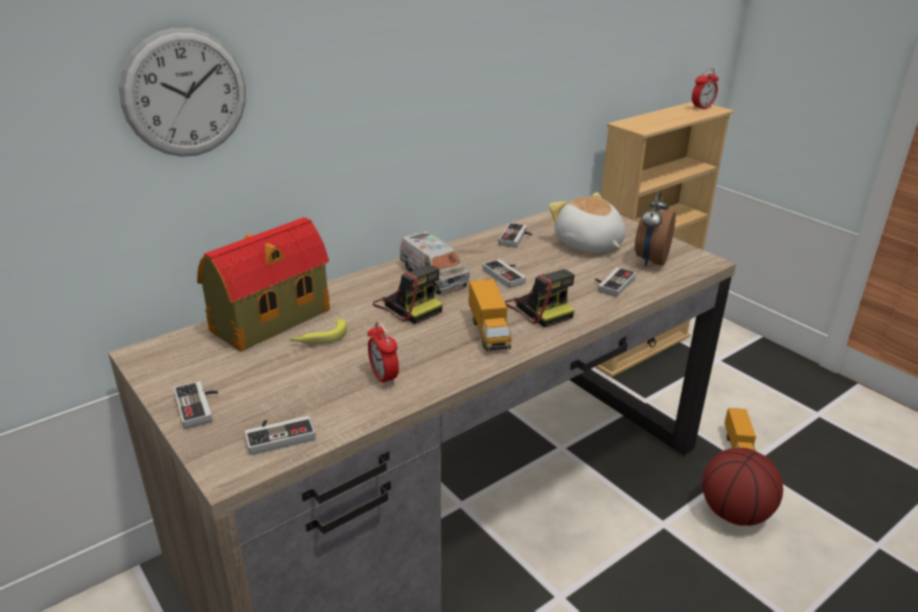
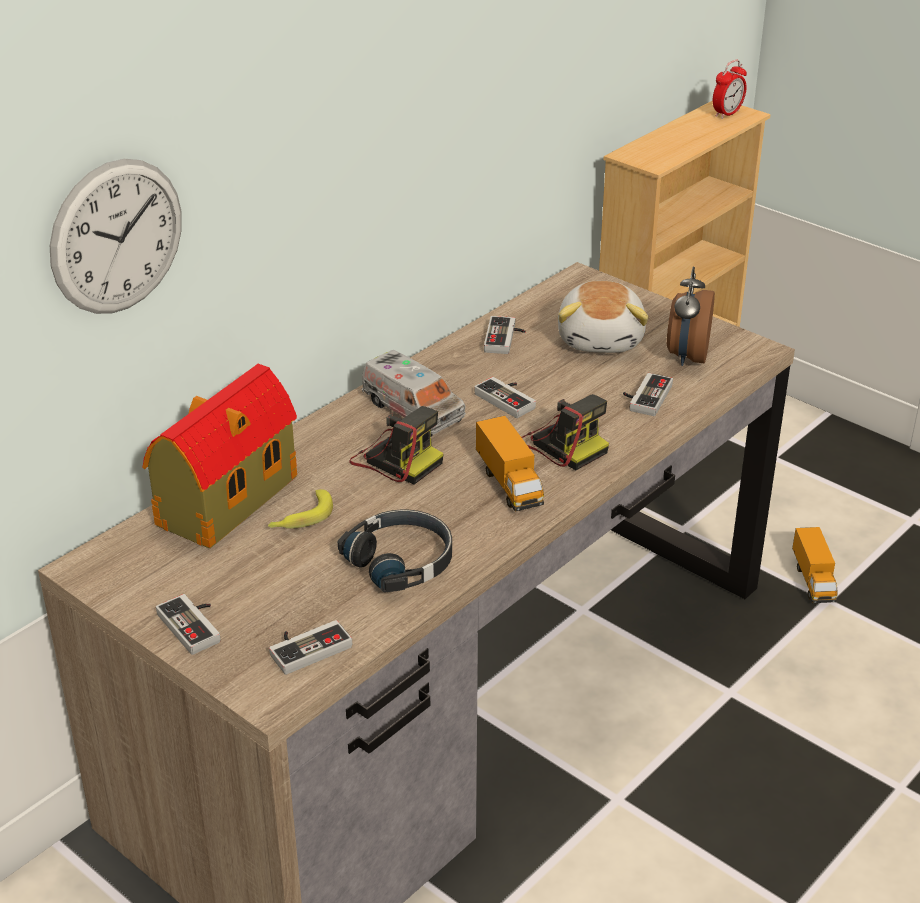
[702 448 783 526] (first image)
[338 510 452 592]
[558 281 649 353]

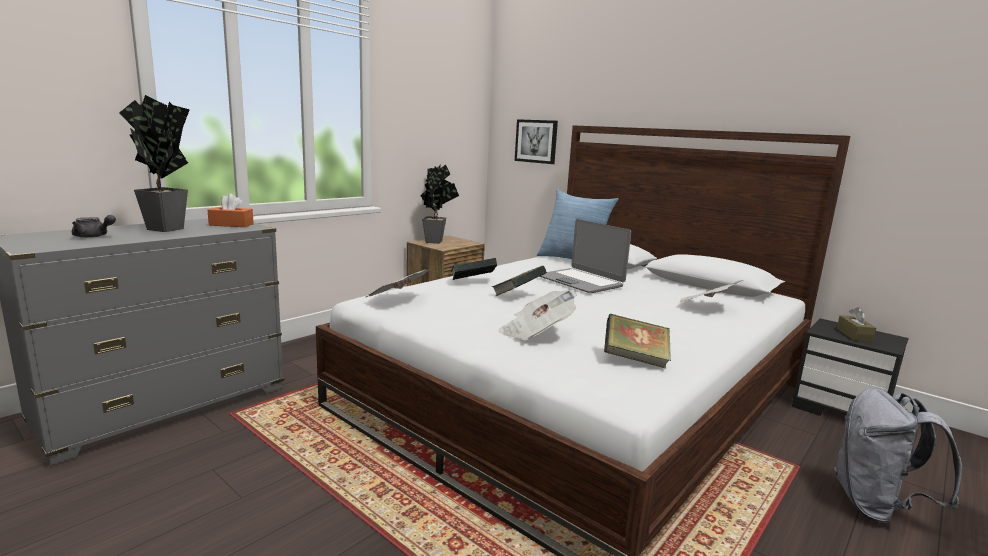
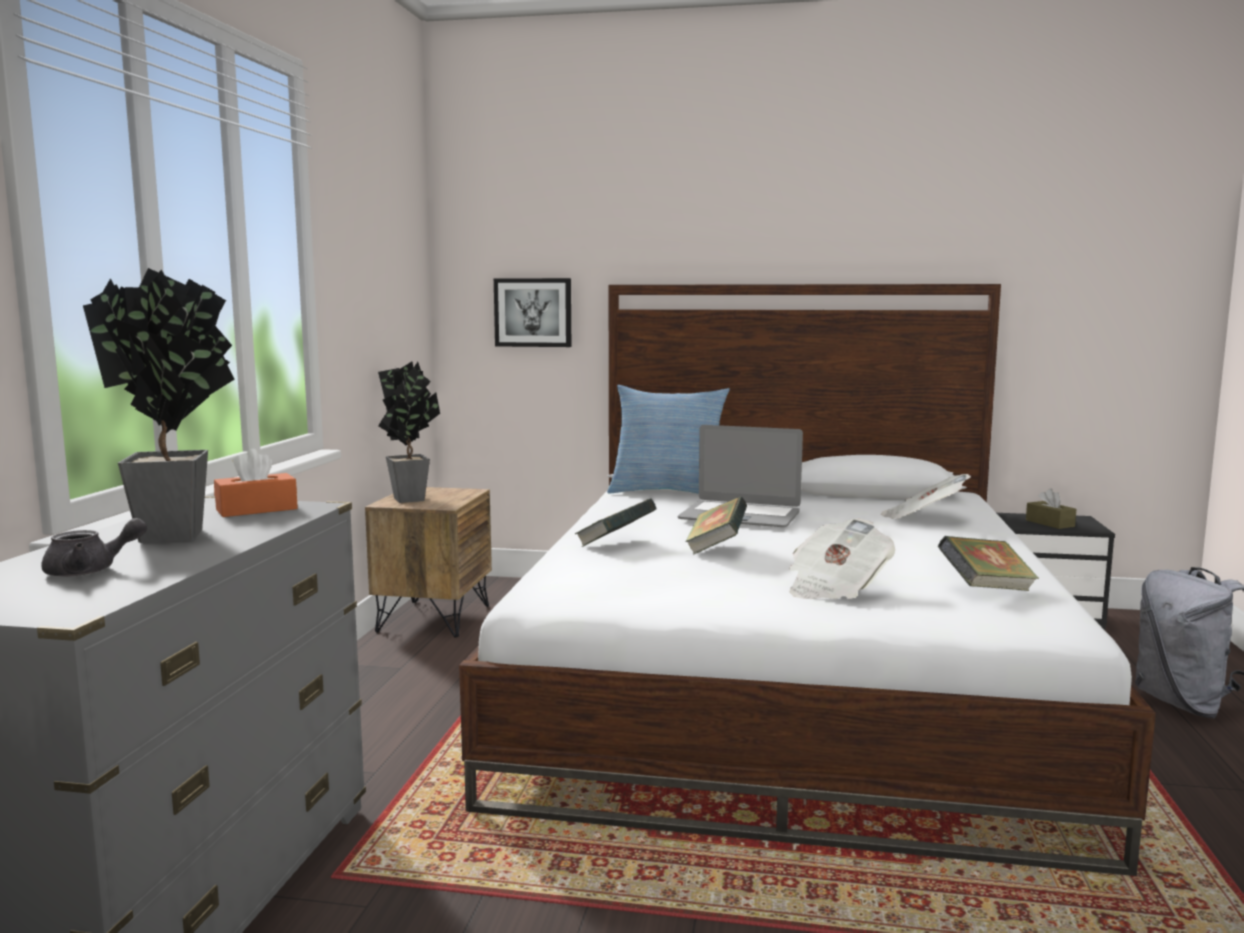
[366 269 430 297] (first image)

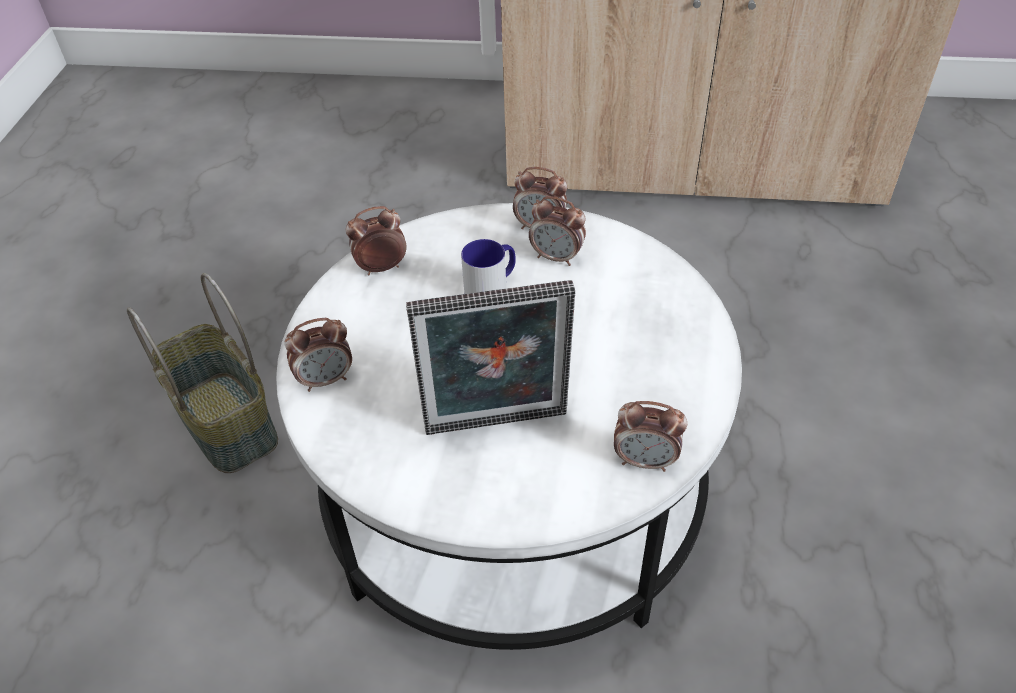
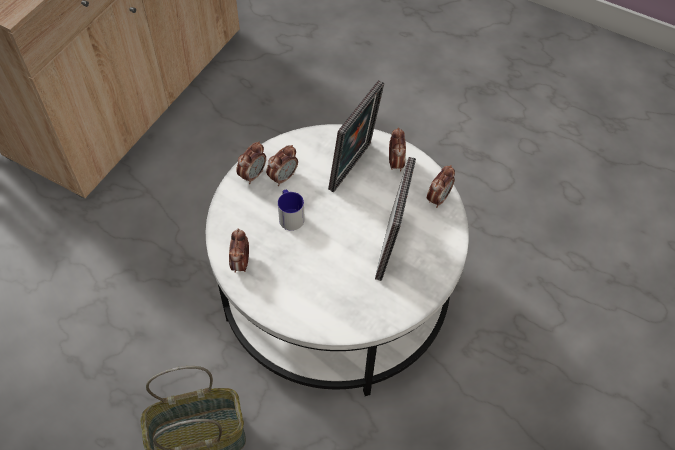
[328 80 384 192]
[389 127 406 172]

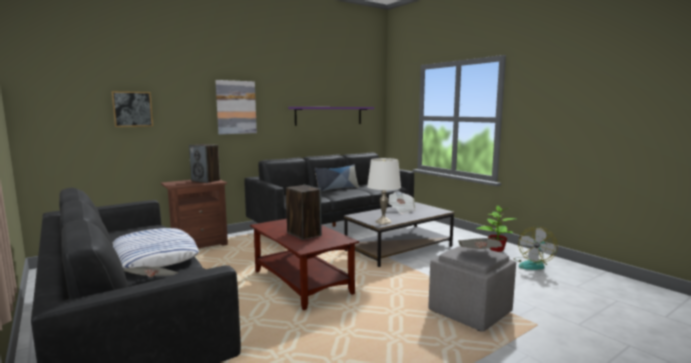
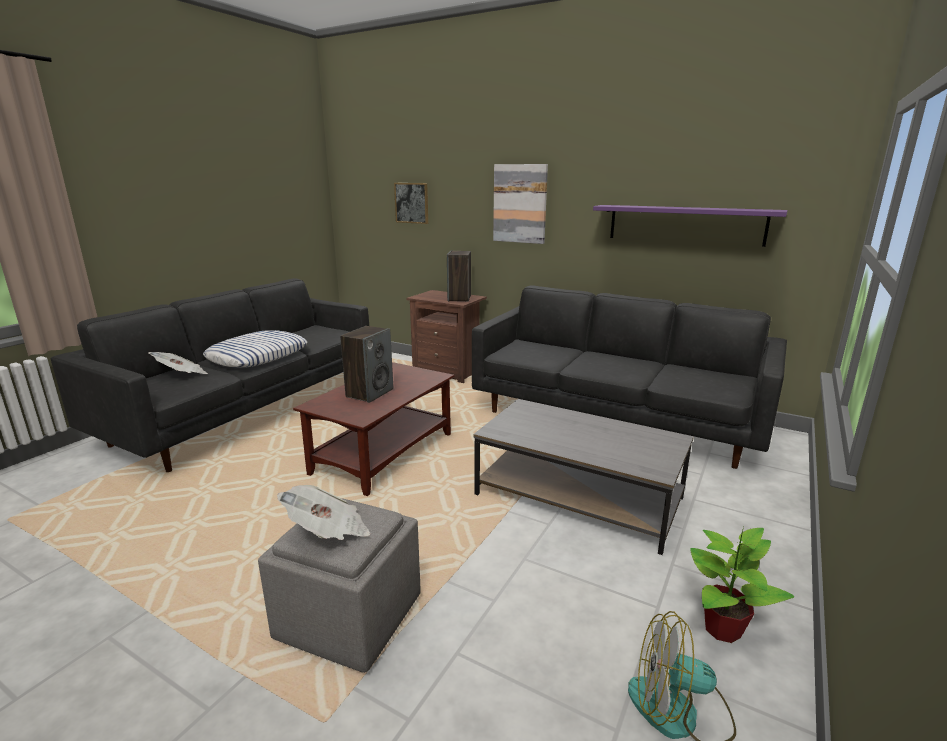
[315 164 359 191] (first image)
[367 158 401 224] (first image)
[388 191 416 214] (first image)

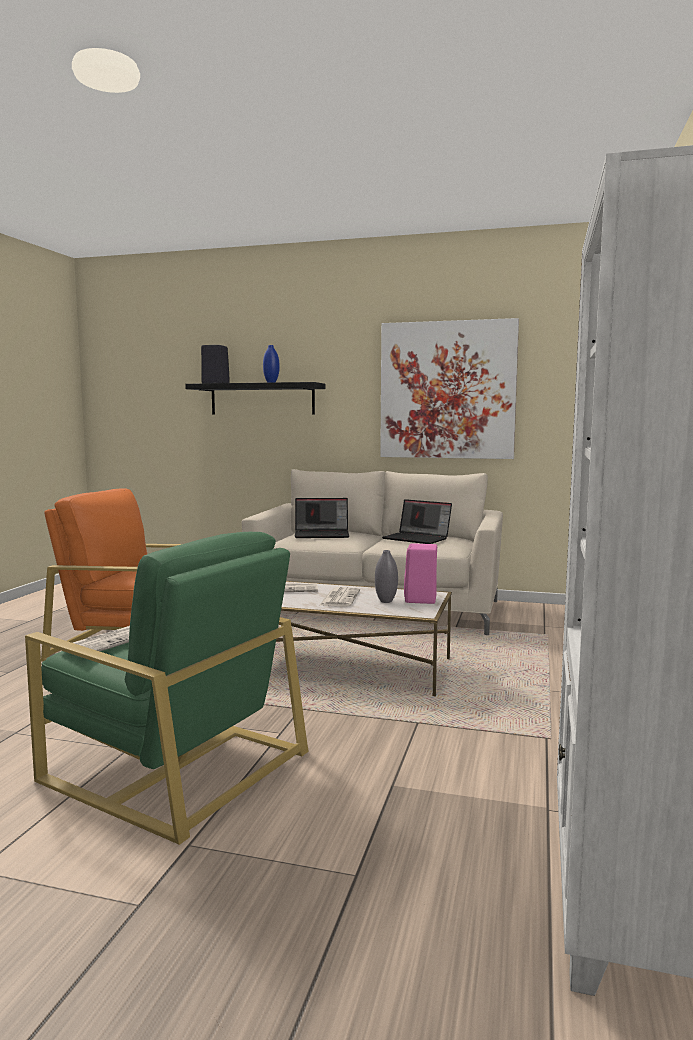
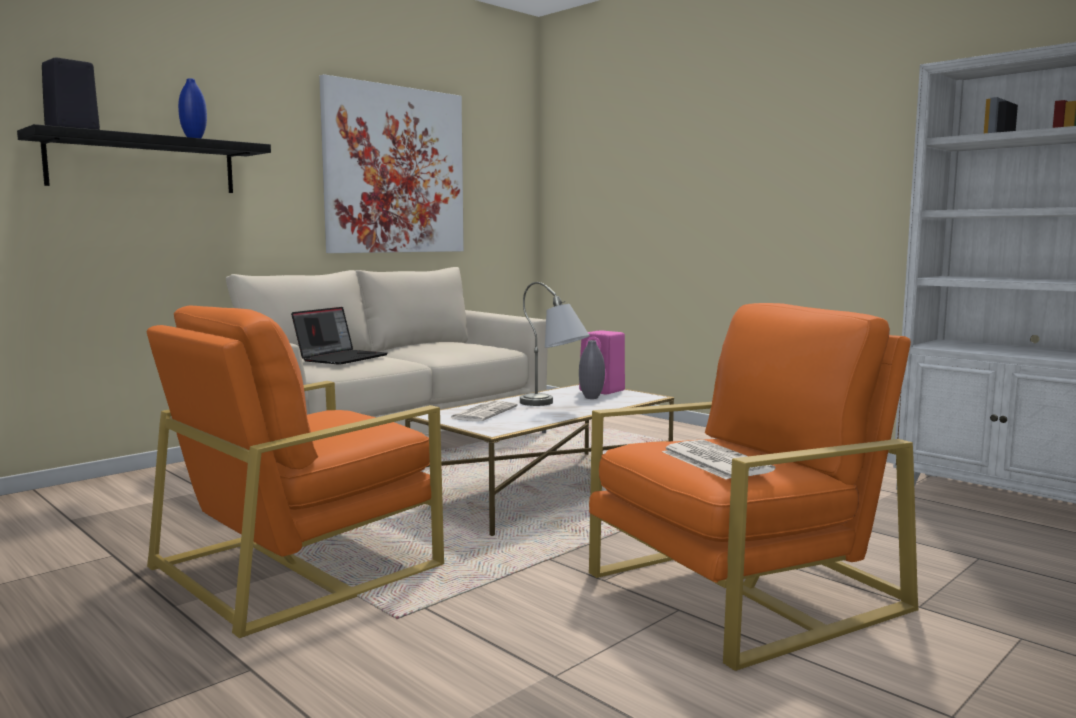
[382 499 452 544] (first image)
[520 282 590 406]
[589 303 918 671]

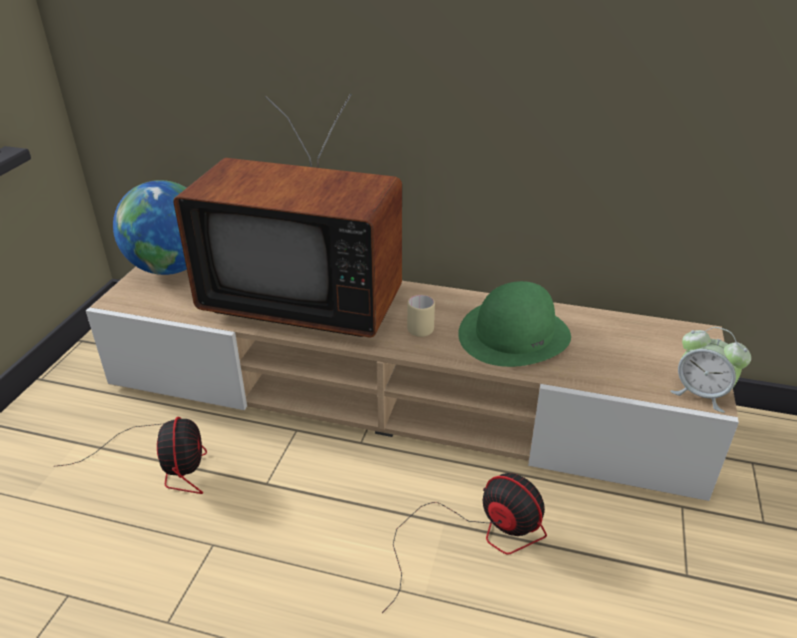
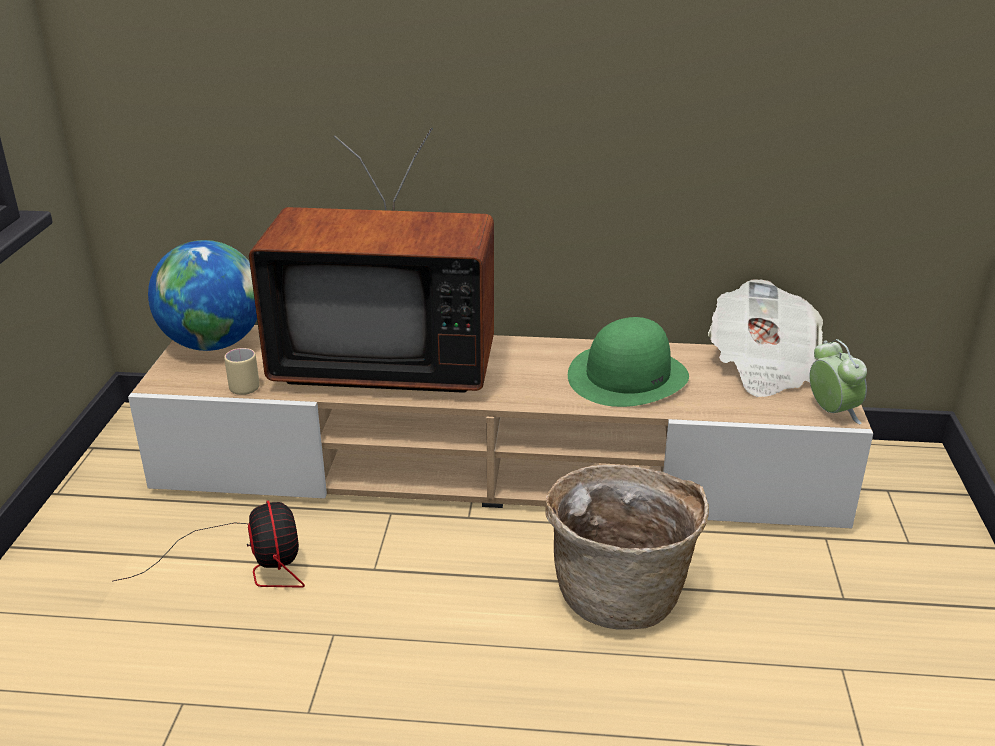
[708 279 823 397]
[224 348 260 395]
[545 464 709 630]
[810 339 867 424]

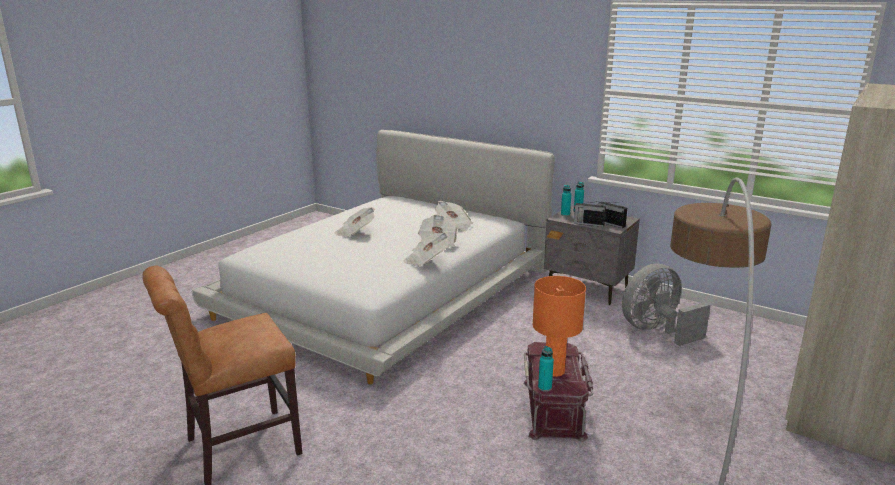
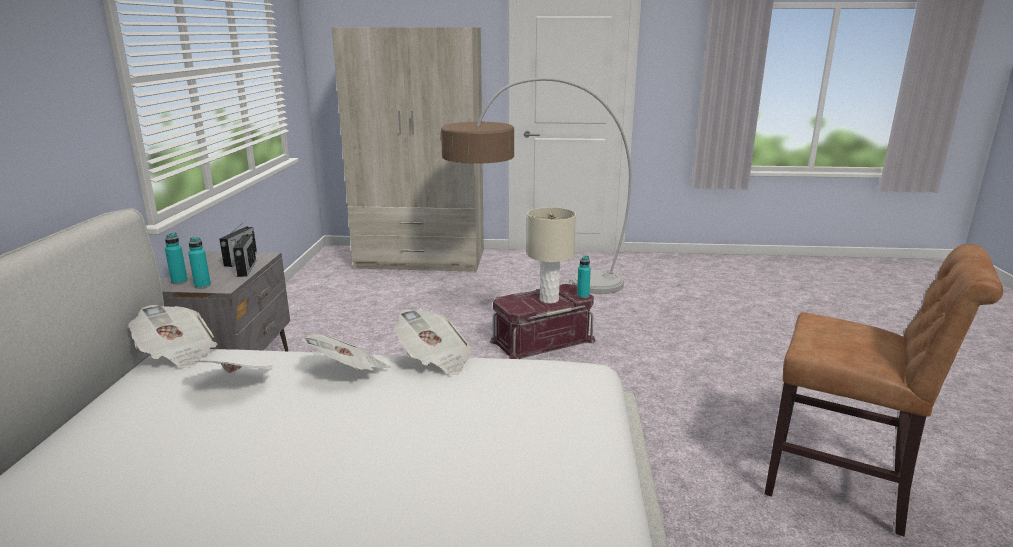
[622 264 710 346] (first image)
[128 305 217 368]
[527 207 576 304]

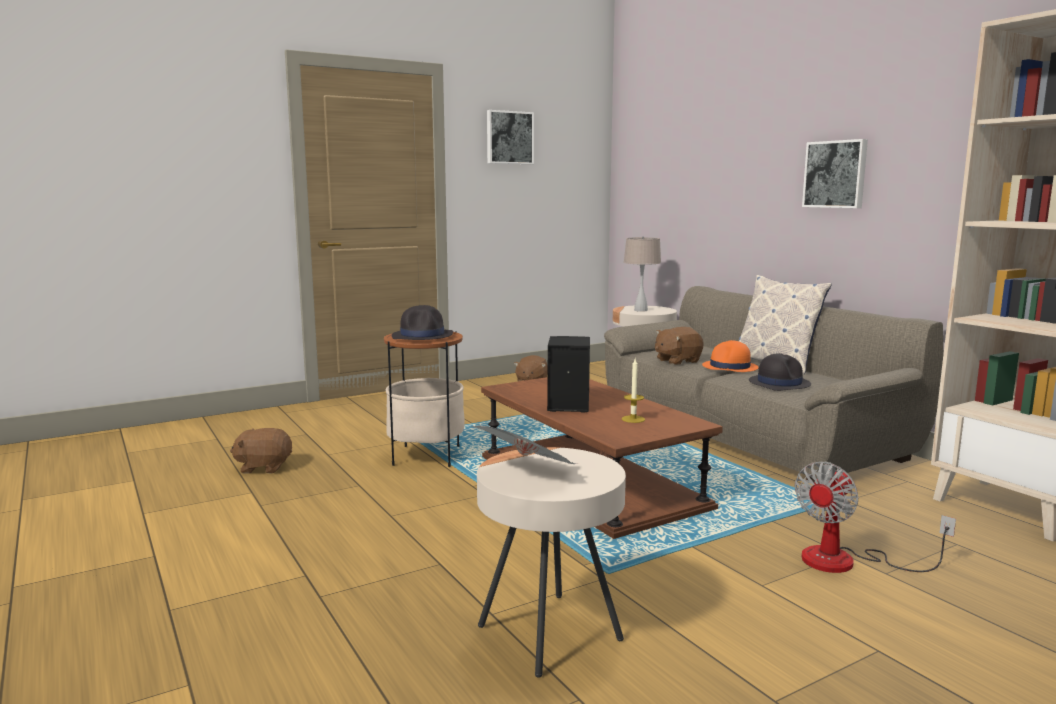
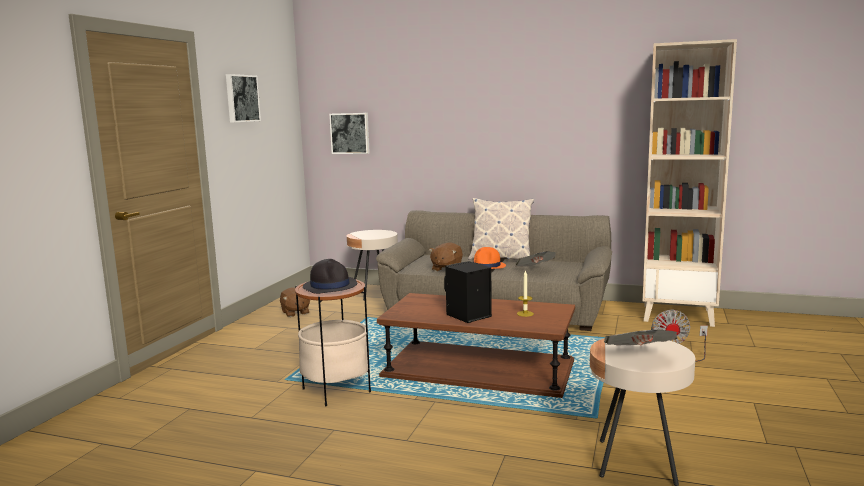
[230 428 292 474] (first image)
[624 236 661 312] (first image)
[329 113 370 154]
[515 251 556 267]

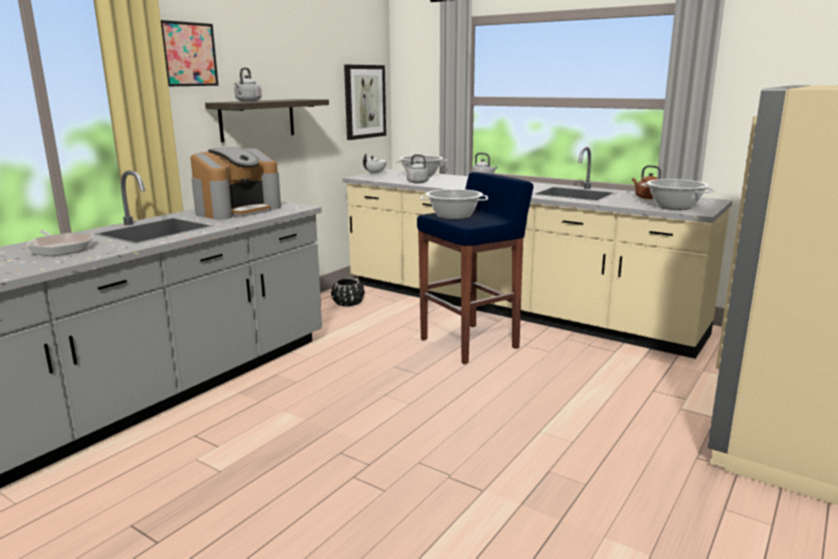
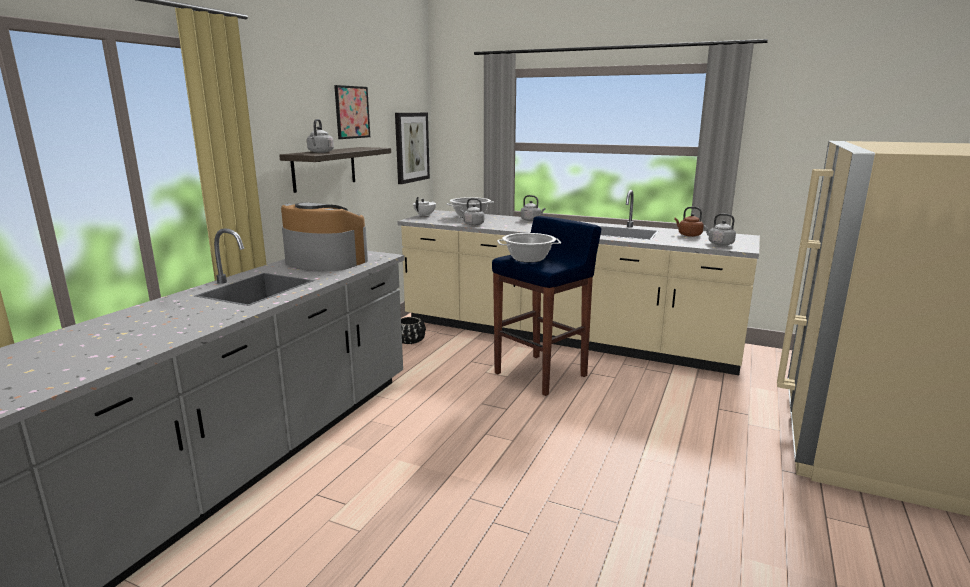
[26 230 94 256] (first image)
[334 85 370 139]
[704 214 736 246]
[281 202 368 271]

